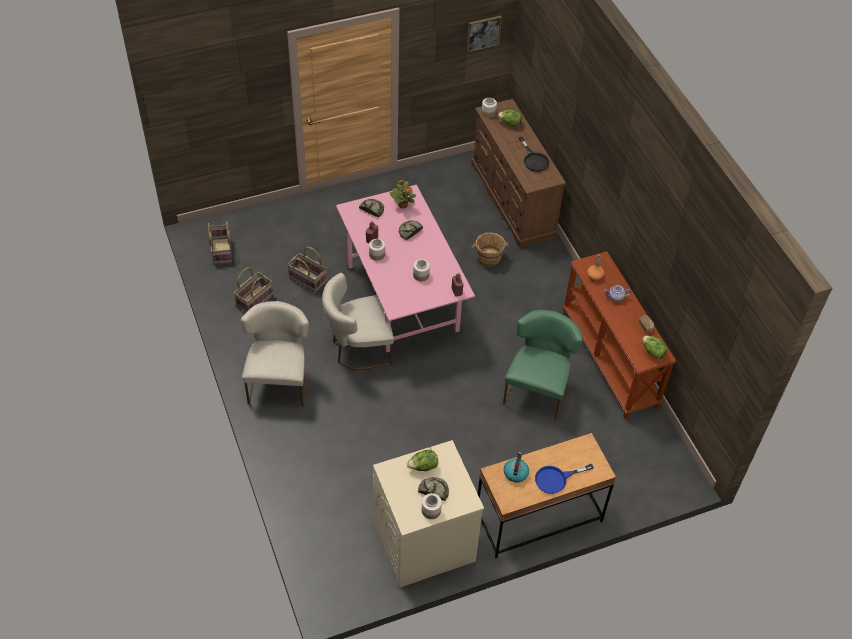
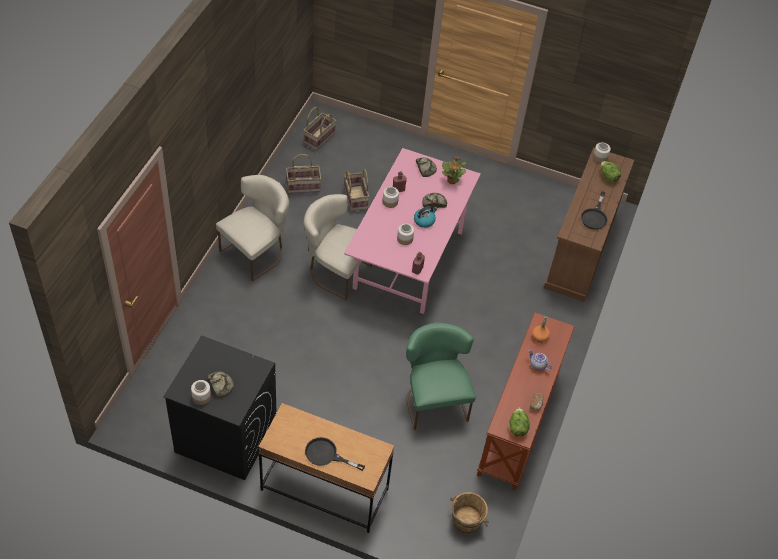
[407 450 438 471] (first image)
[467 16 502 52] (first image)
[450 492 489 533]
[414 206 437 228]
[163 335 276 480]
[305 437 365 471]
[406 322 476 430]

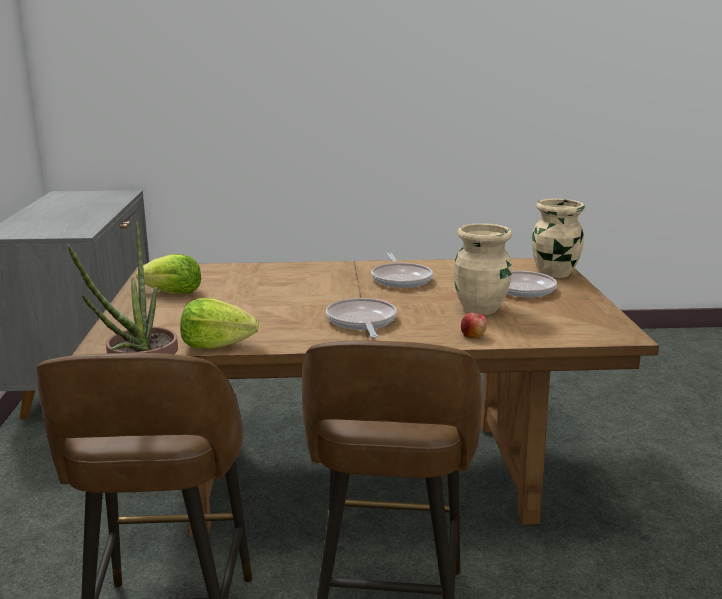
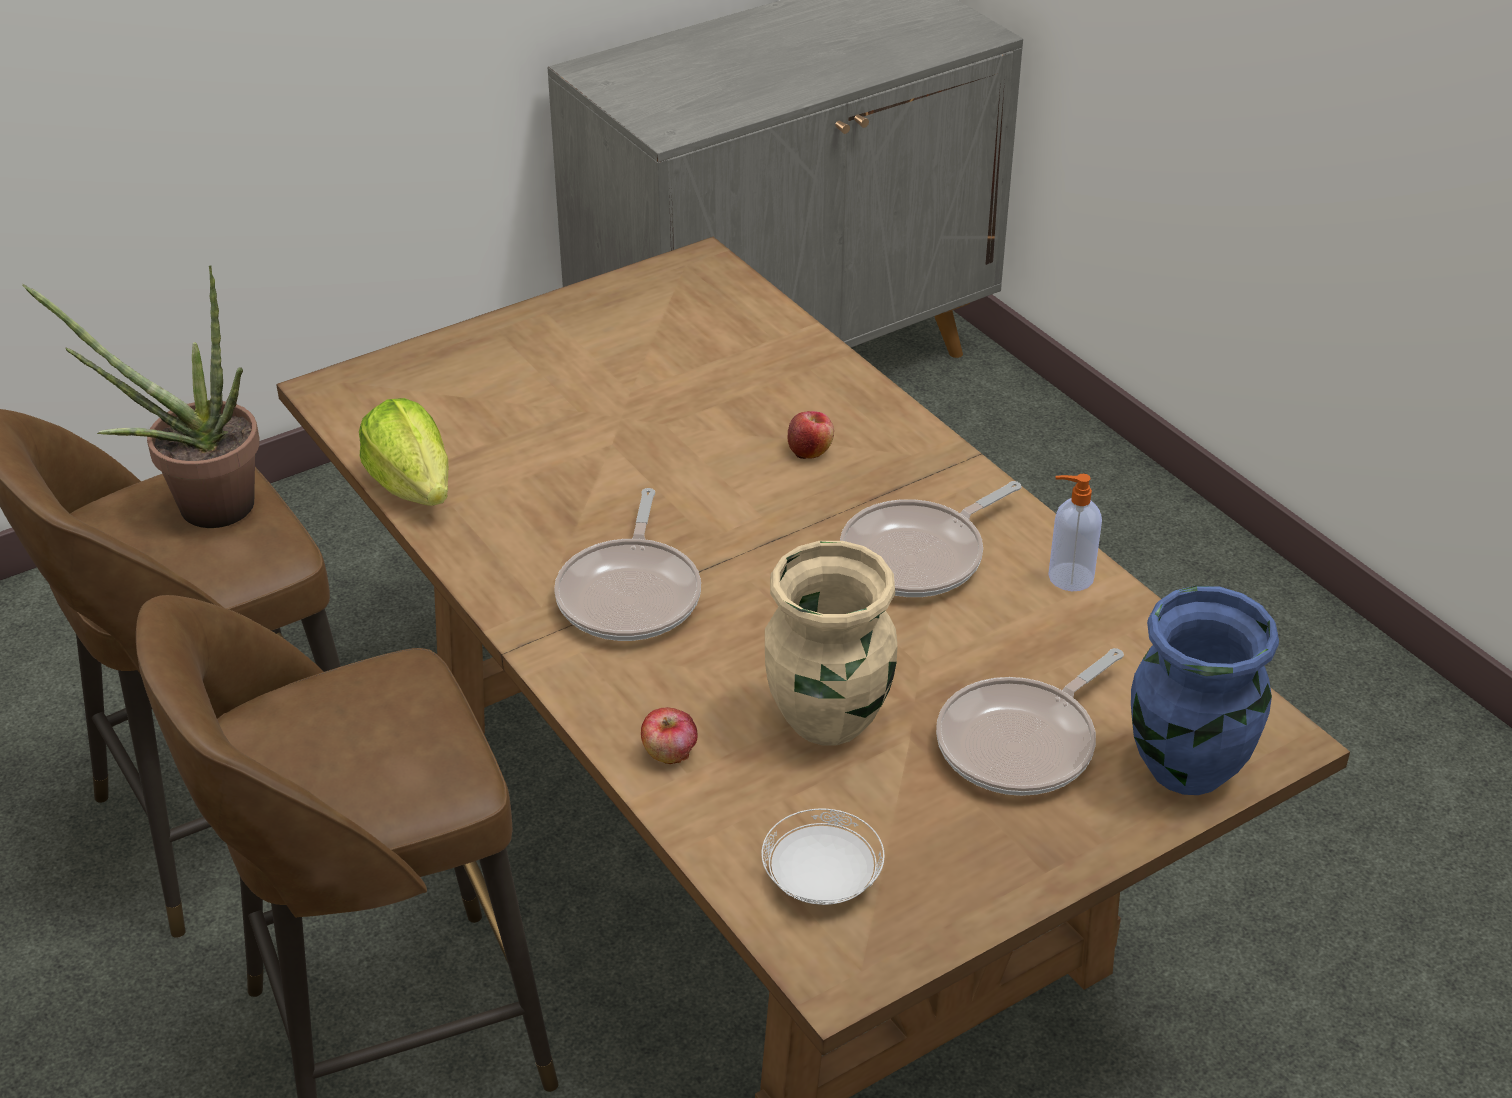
[136 254 201 294] (first image)
[762 808 885 905]
[787 411 834 459]
[1048 474 1102 591]
[1131 586 1279 795]
[554 488 701 641]

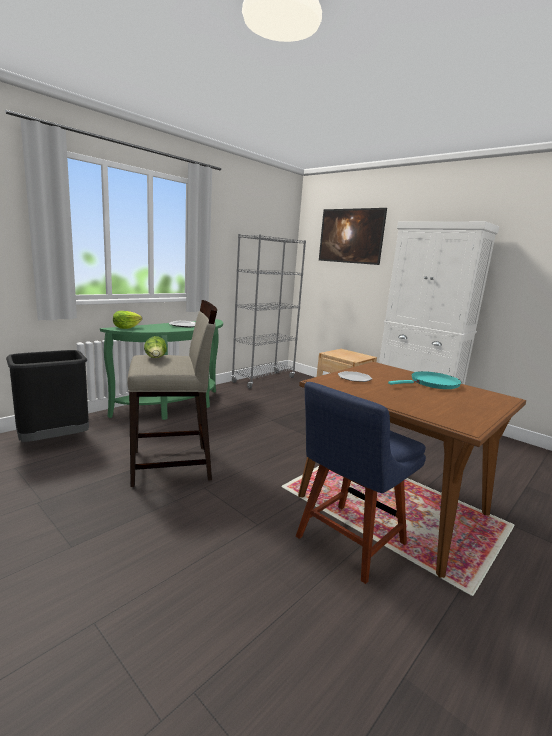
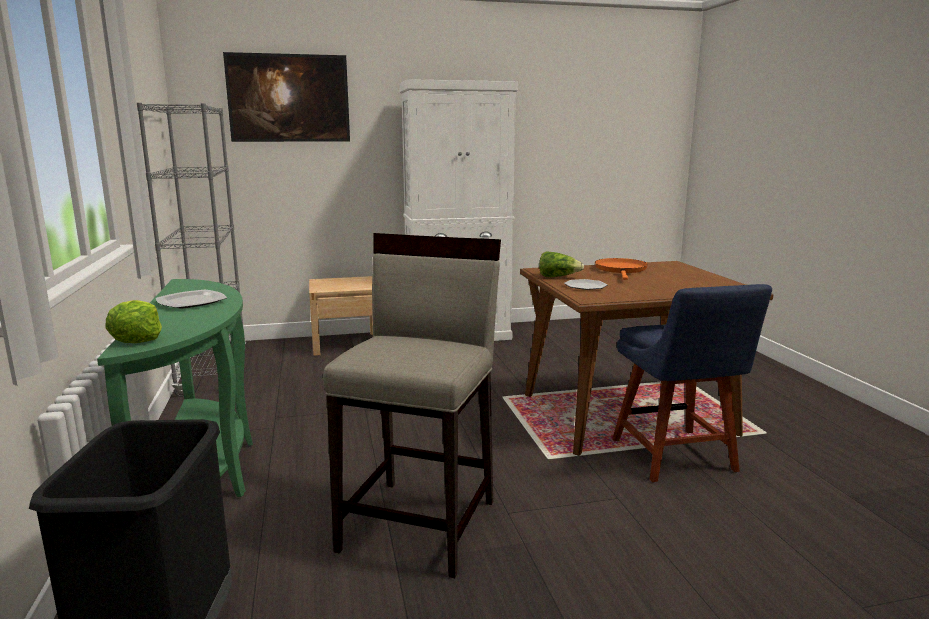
[539 251 584 277]
[595 258 648 280]

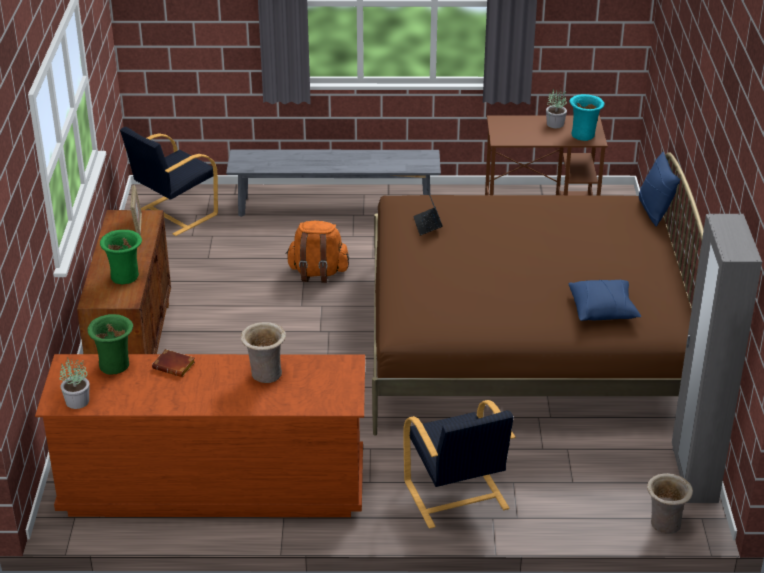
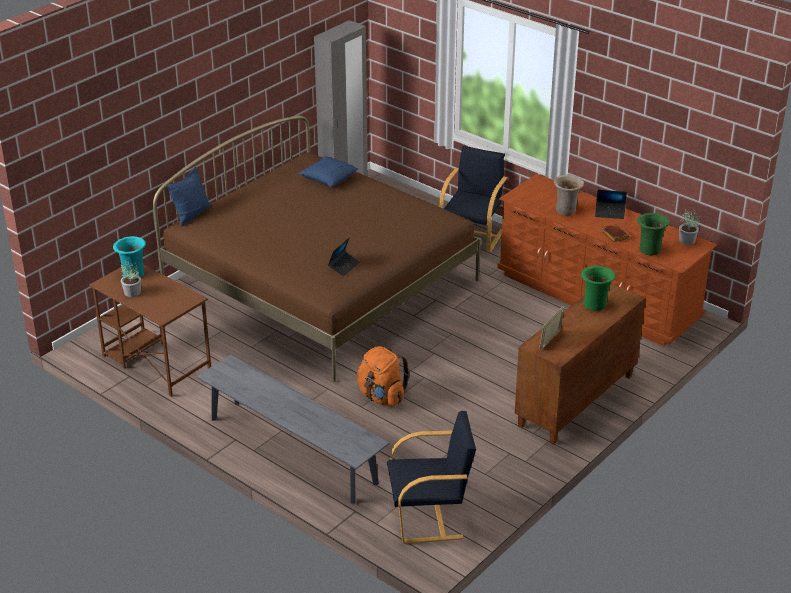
[647 473 693 534] (first image)
[595 190 627 219]

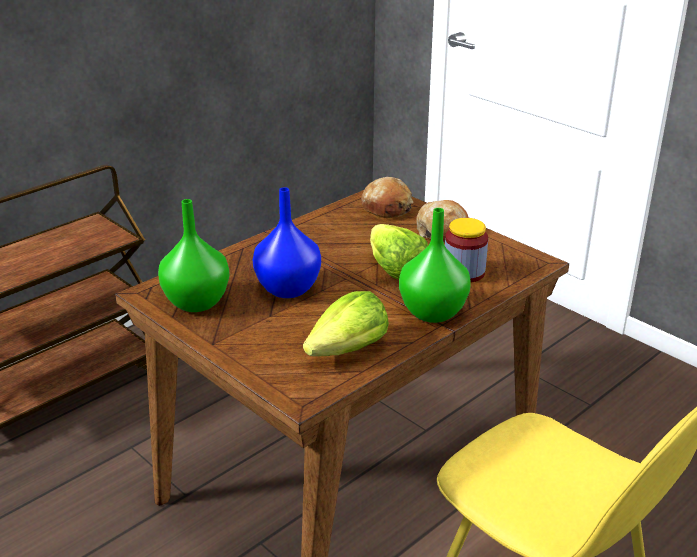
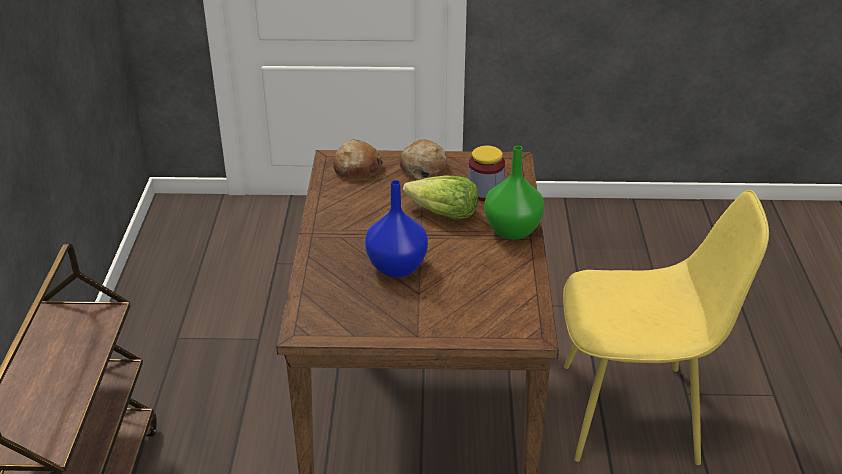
[158 199 230 312] (first image)
[303 291 389 356] (first image)

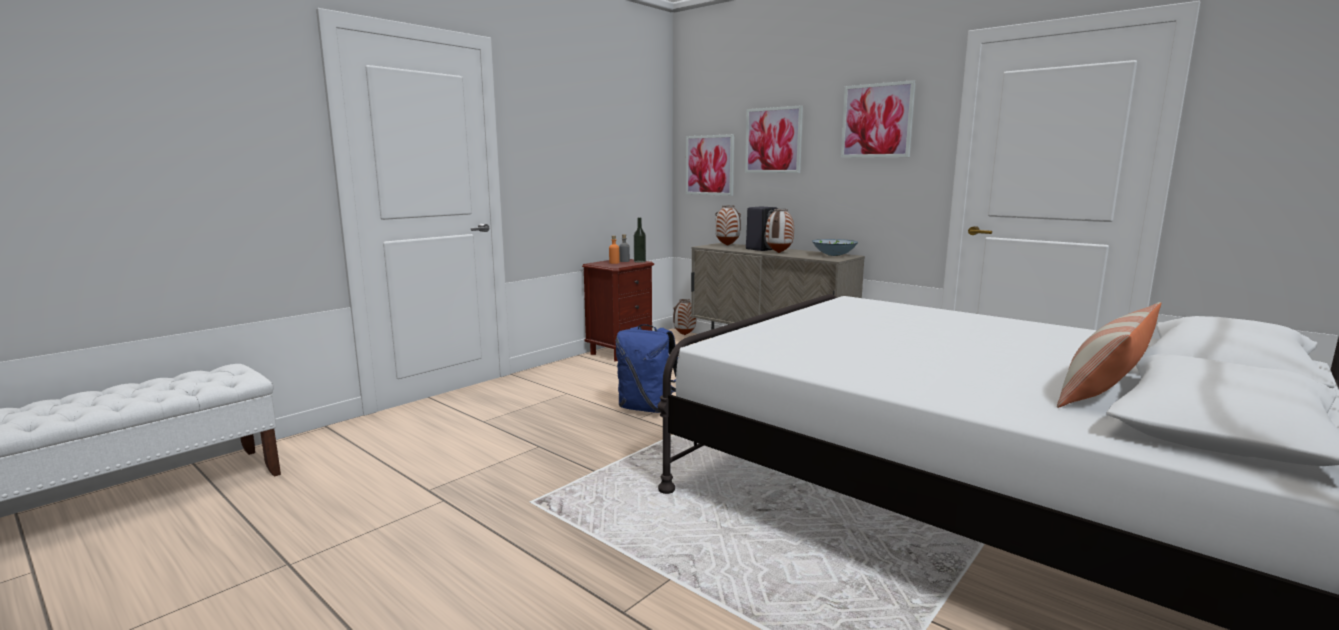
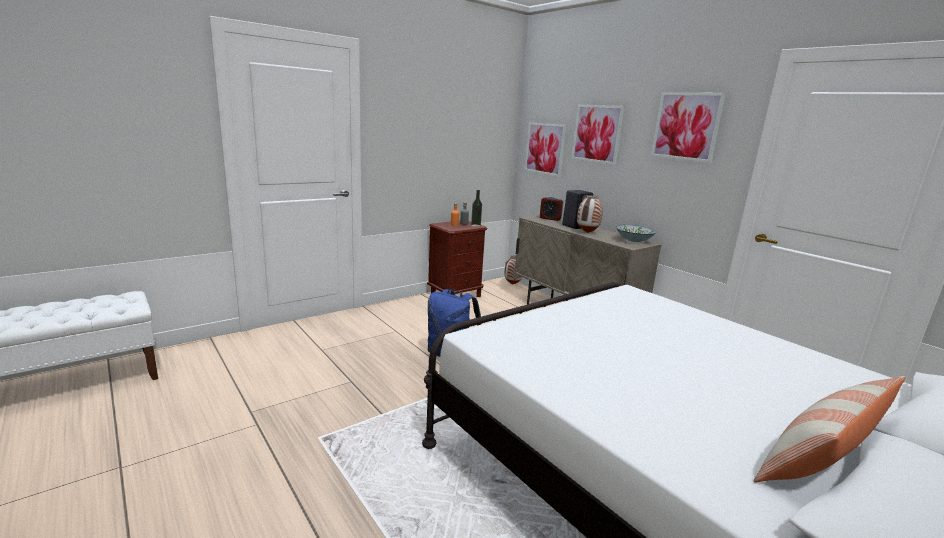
[540 196 564 221]

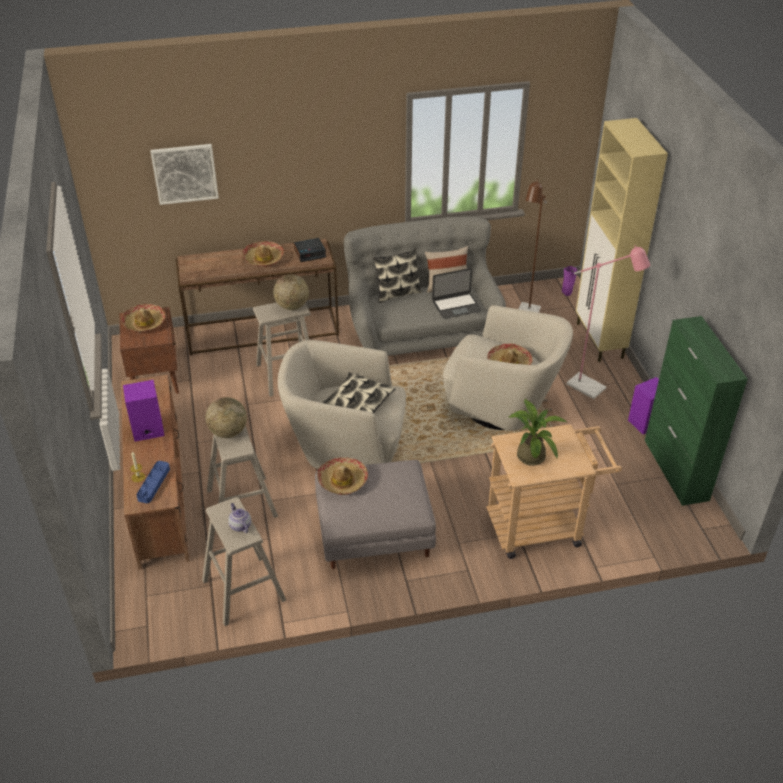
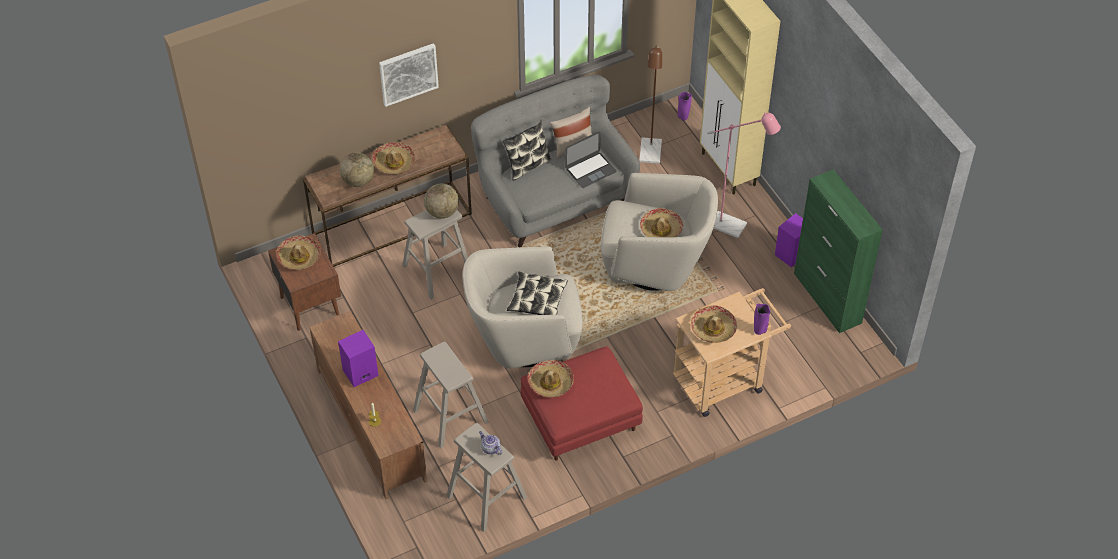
[136 461 170 503] (first image)
[294 238 326 262] (first image)
[754 304 770 335]
[379 43 439 107]
[339 152 374 187]
[691 305 737 343]
[520 346 643 461]

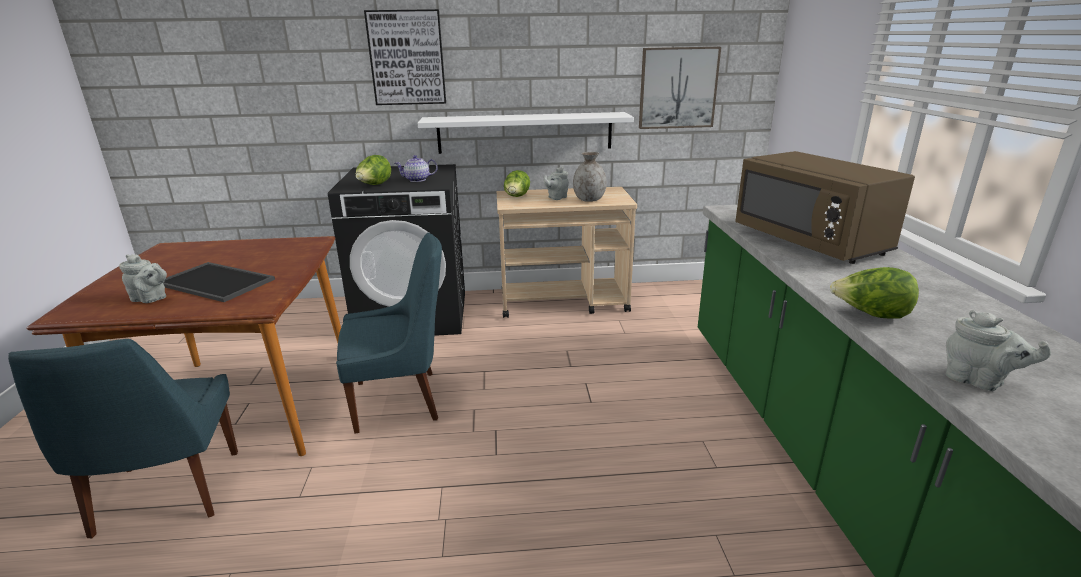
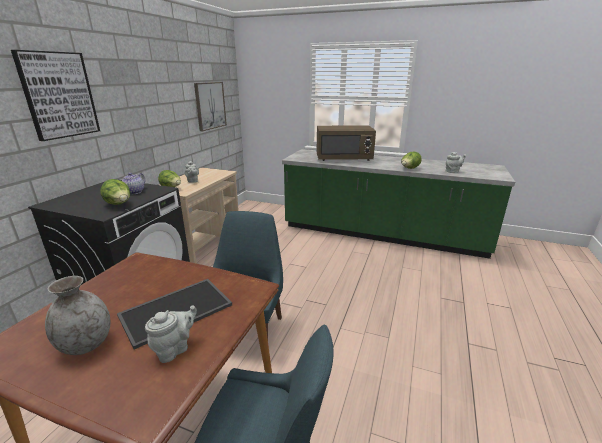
[417 112 634 154] (first image)
[45 276 110 355]

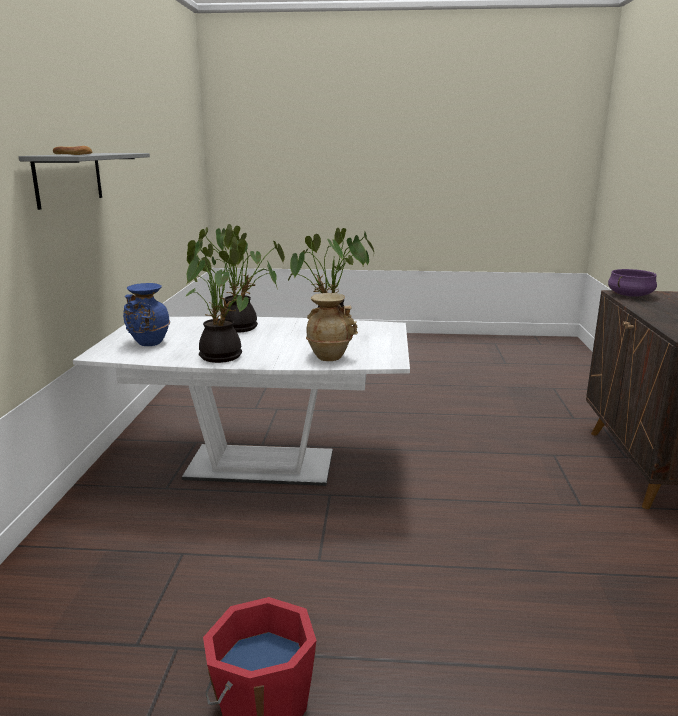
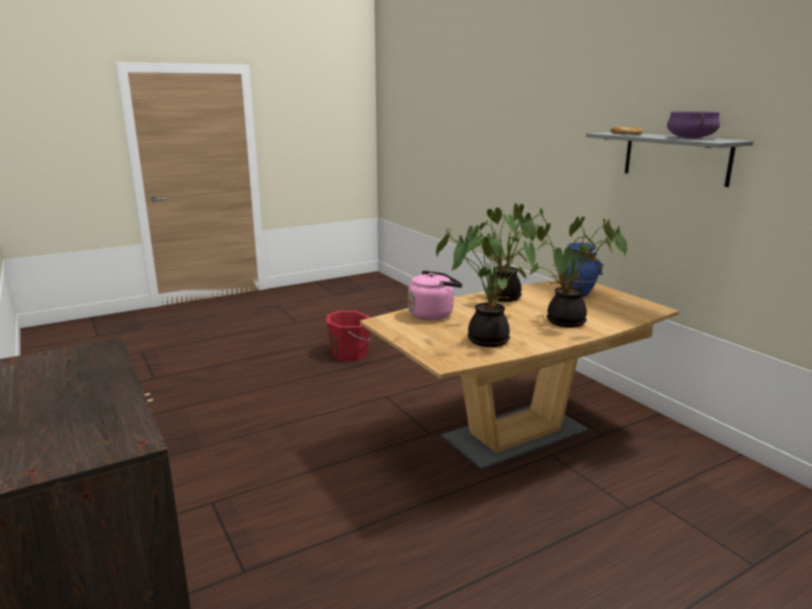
[667 111 720 138]
[408 270 462 320]
[360 279 679 471]

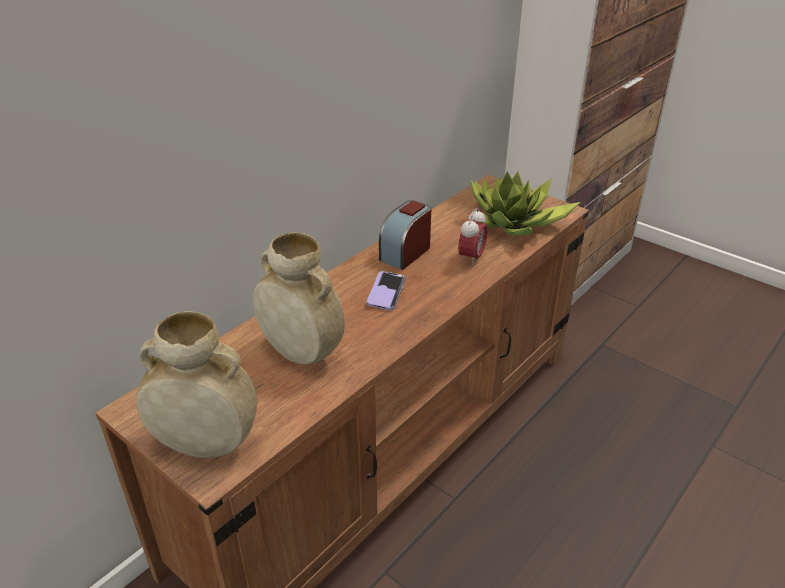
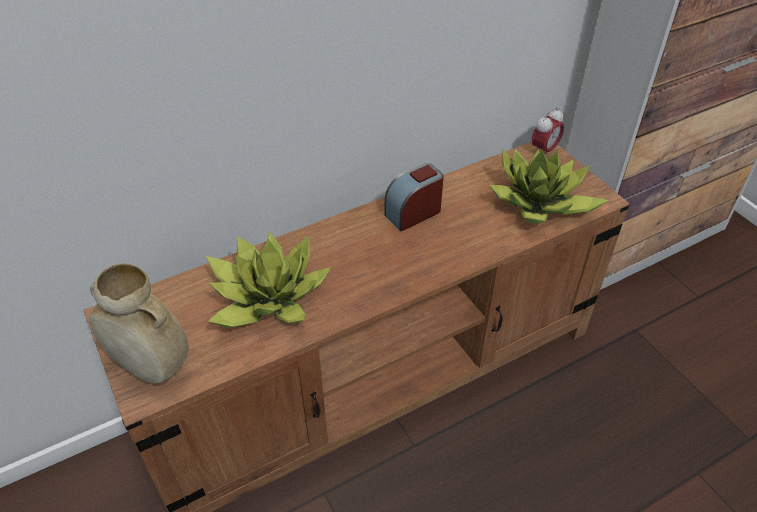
[367 271 405 310] (first image)
[531 107 564 153]
[205 232 331 328]

